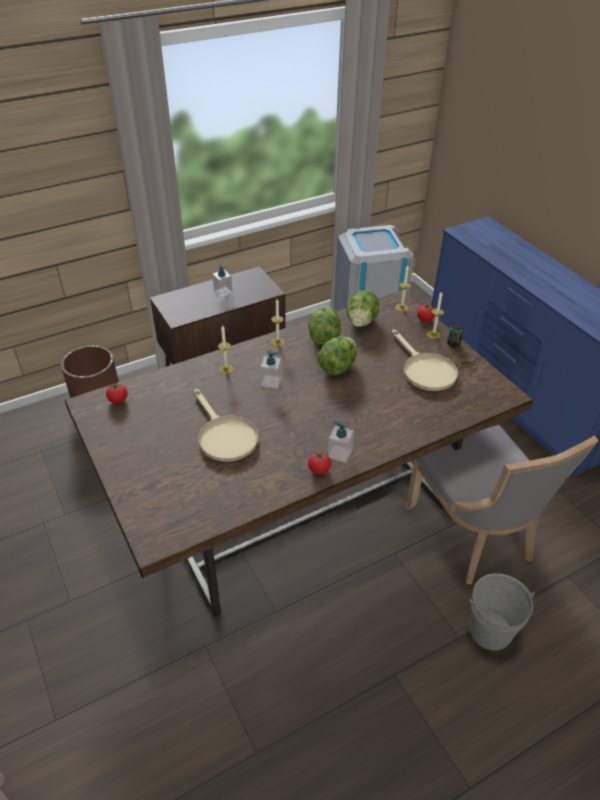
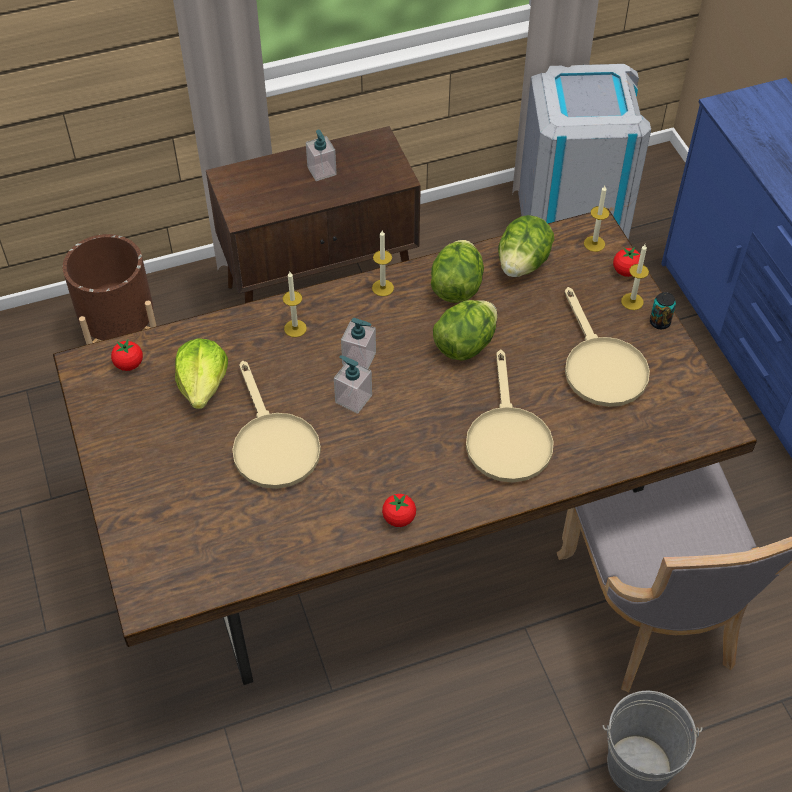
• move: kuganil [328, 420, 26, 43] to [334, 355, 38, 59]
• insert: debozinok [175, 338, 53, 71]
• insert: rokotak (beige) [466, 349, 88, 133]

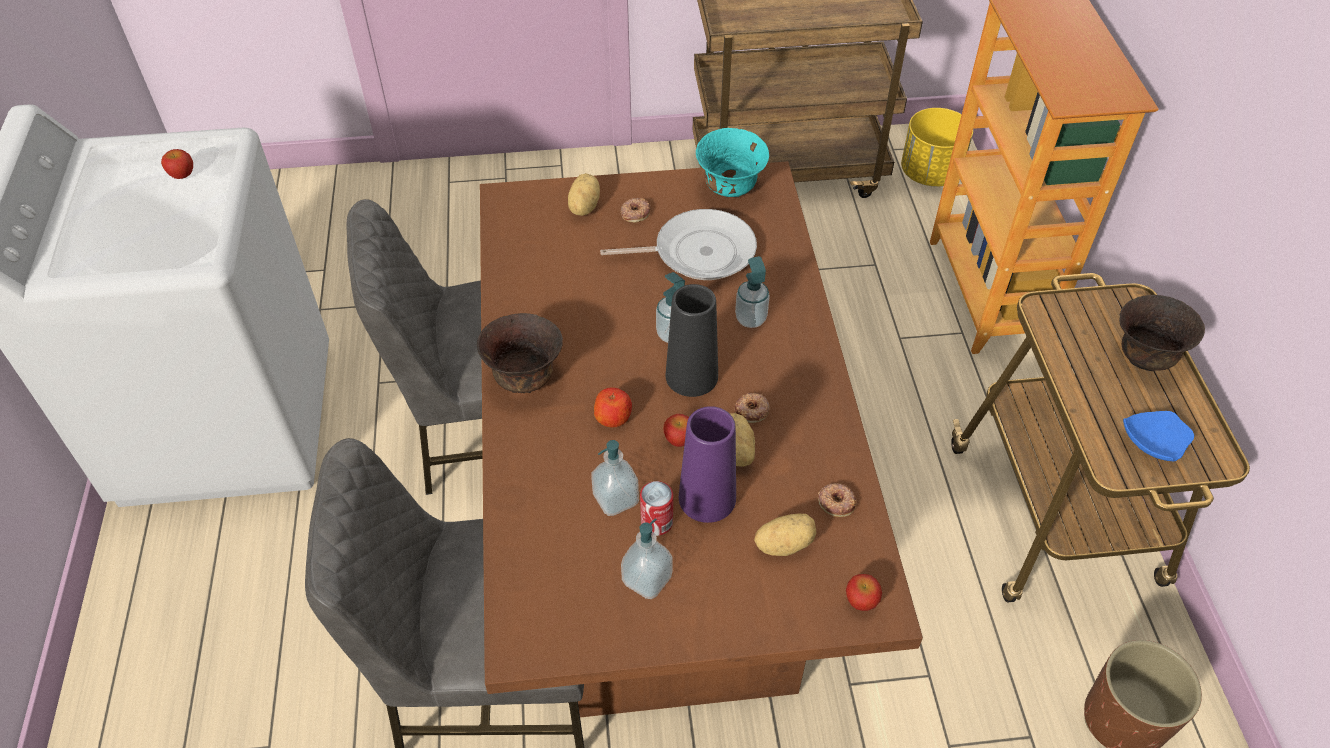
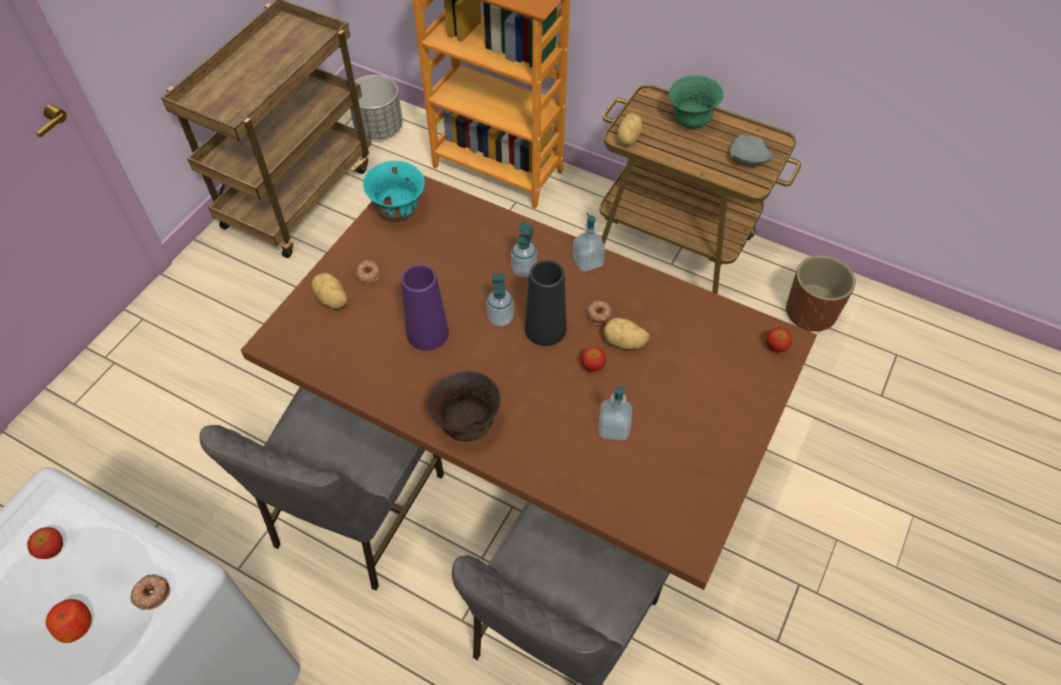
• recolor: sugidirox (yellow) [901, 108, 72, 79] to sugidirox (grey) [350, 75, 53, 64]
• delete: rokotak [600, 209, 157, 71]
• recolor: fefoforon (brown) [1119, 295, 86, 76] to fefoforon (green) [669, 75, 55, 54]
• move: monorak [594, 387, 38, 40] to [46, 599, 46, 44]
• move: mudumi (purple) [679, 406, 57, 117] to [401, 264, 48, 87]
• recolor: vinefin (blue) [1123, 411, 71, 50] to vinefin (grey) [730, 135, 44, 30]
• delete: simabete [640, 481, 33, 55]
• move: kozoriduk [818, 483, 39, 34] to [130, 574, 40, 36]
• move: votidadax [754, 514, 62, 42] to [617, 113, 25, 32]
• move: kuganil [621, 518, 52, 81] to [573, 213, 32, 59]

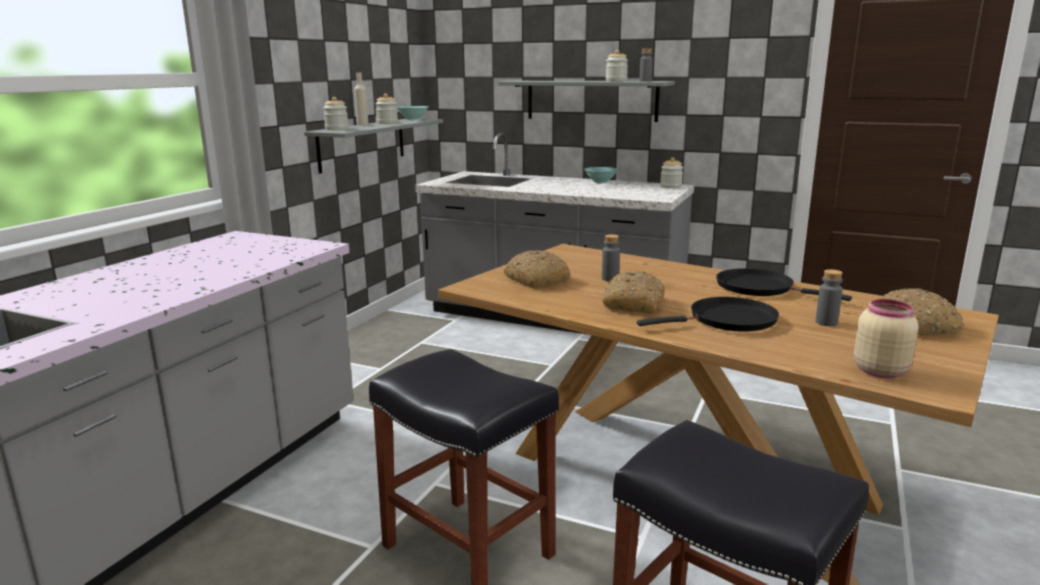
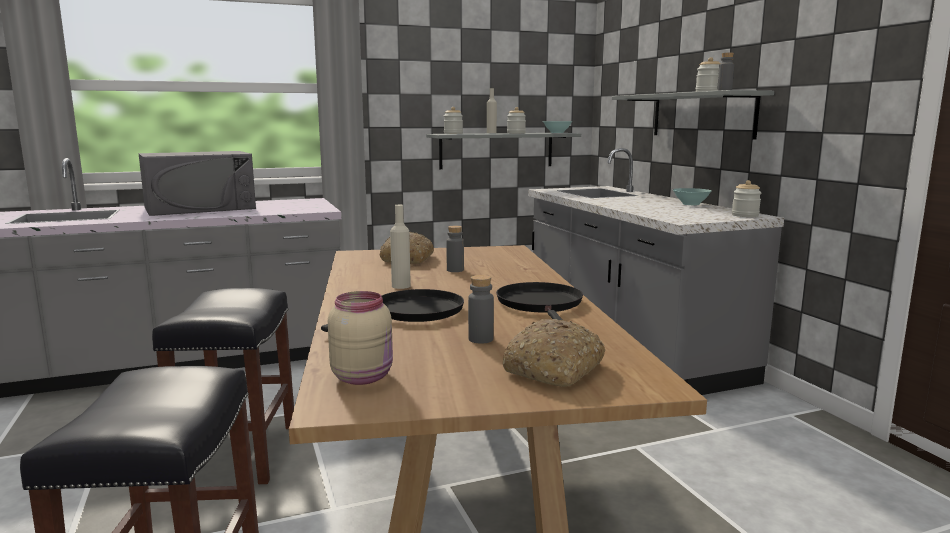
• replace: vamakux [603, 271, 62, 42] to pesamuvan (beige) [390, 205, 21, 84]
• rotate: rokotak (black) [637, 297, 142, 35] = [321, 289, 143, 43] 75 degrees counterclockwise
• insert: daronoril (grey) [139, 151, 117, 65]

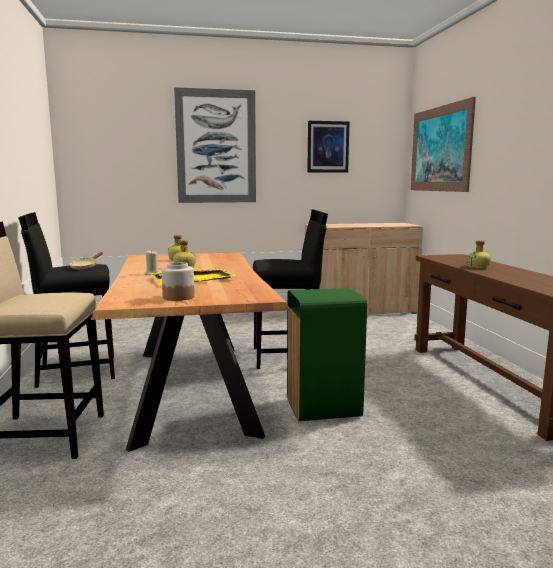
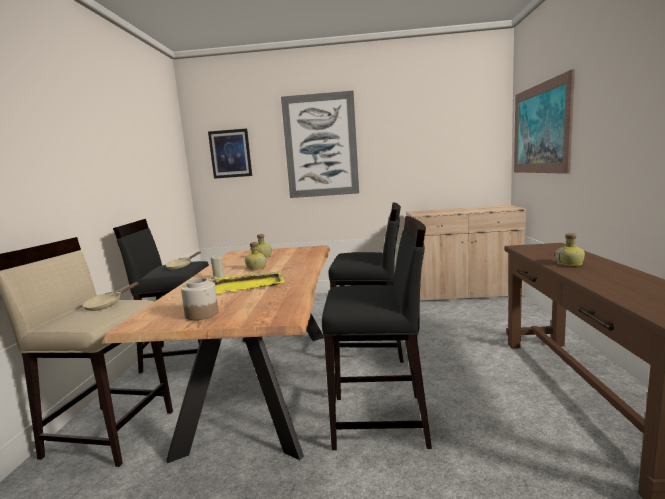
• move: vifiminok [307, 121, 43, 52] to [208, 128, 44, 51]
• replace: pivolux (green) [287, 288, 80, 133] to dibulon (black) [322, 216, 110, 234]
• insert: rokotak (beige) [82, 282, 57, 29]

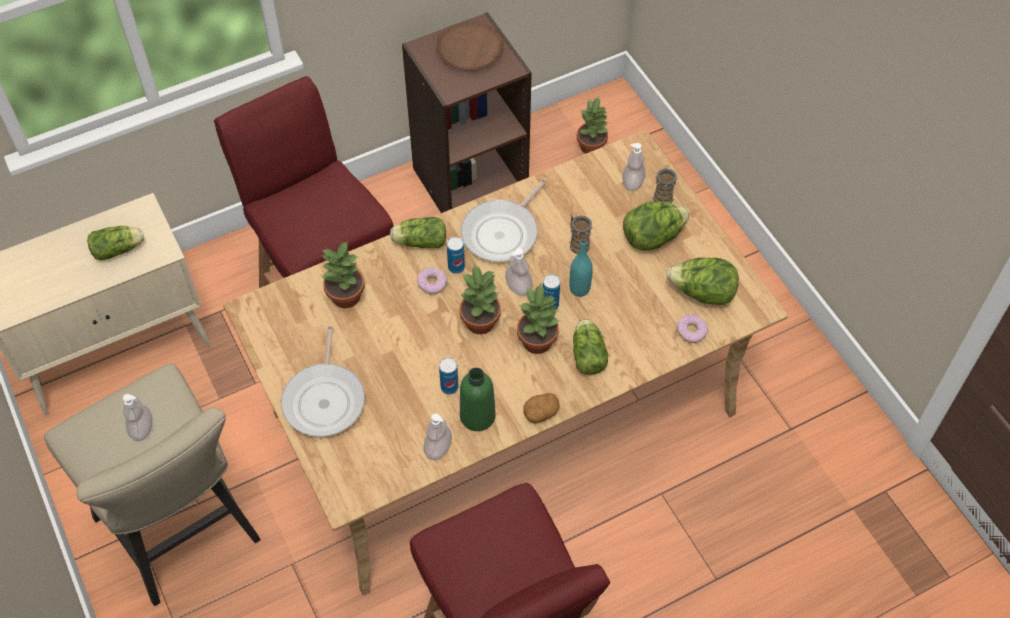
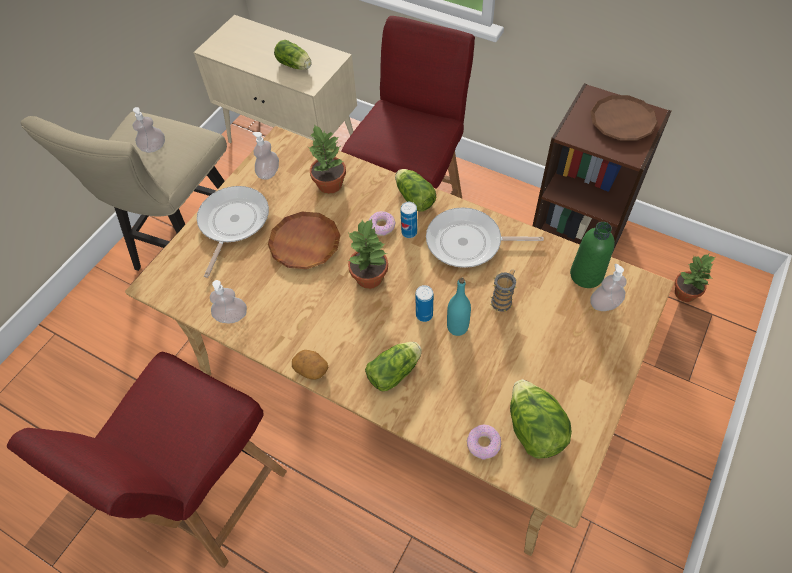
• delete: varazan [651, 165, 27, 38]
• delete: debozinok [623, 201, 67, 50]
• move: kuganil [505, 248, 28, 48] to [252, 132, 27, 48]
• delete: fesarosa [517, 284, 42, 70]
• rotate: rokotak [281, 325, 84, 112] = [197, 186, 72, 92] 135 degrees clockwise
• delete: simabete [439, 358, 19, 36]
• move: pesamuvan (green) [460, 367, 36, 64] to [570, 222, 45, 66]
• insert: vinefin (brown) [268, 212, 72, 57]

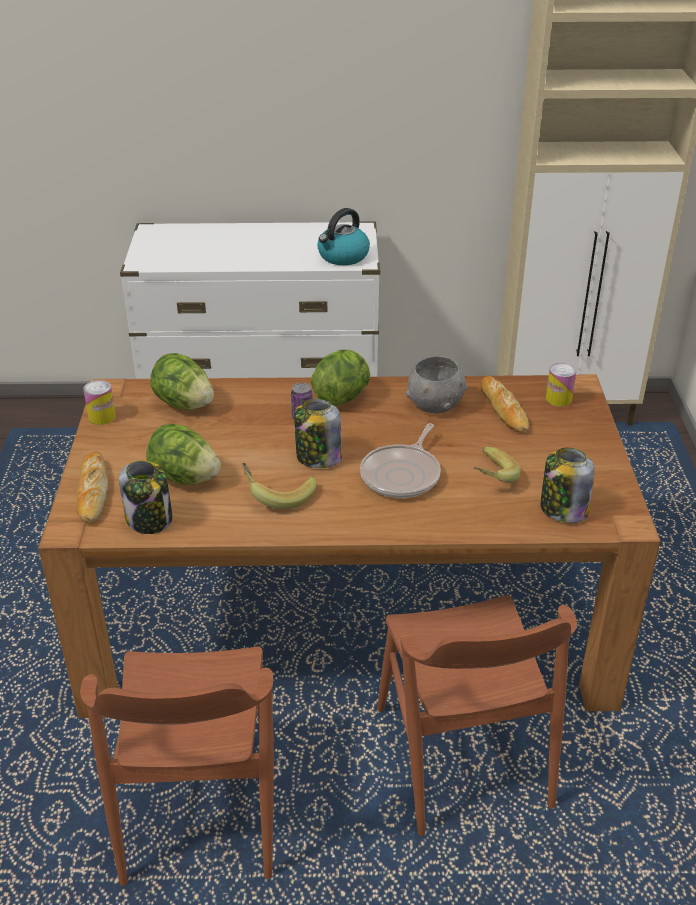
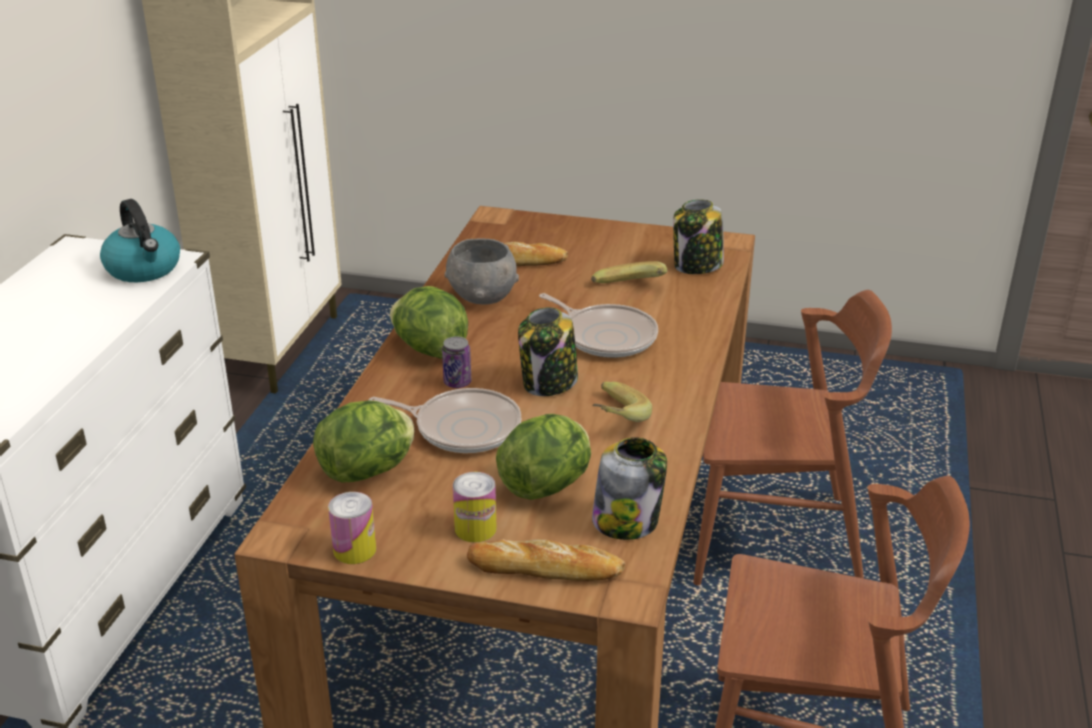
• move: simabete [546, 363, 30, 44] to [453, 472, 44, 71]
• insert: rokotak [369, 388, 152, 65]

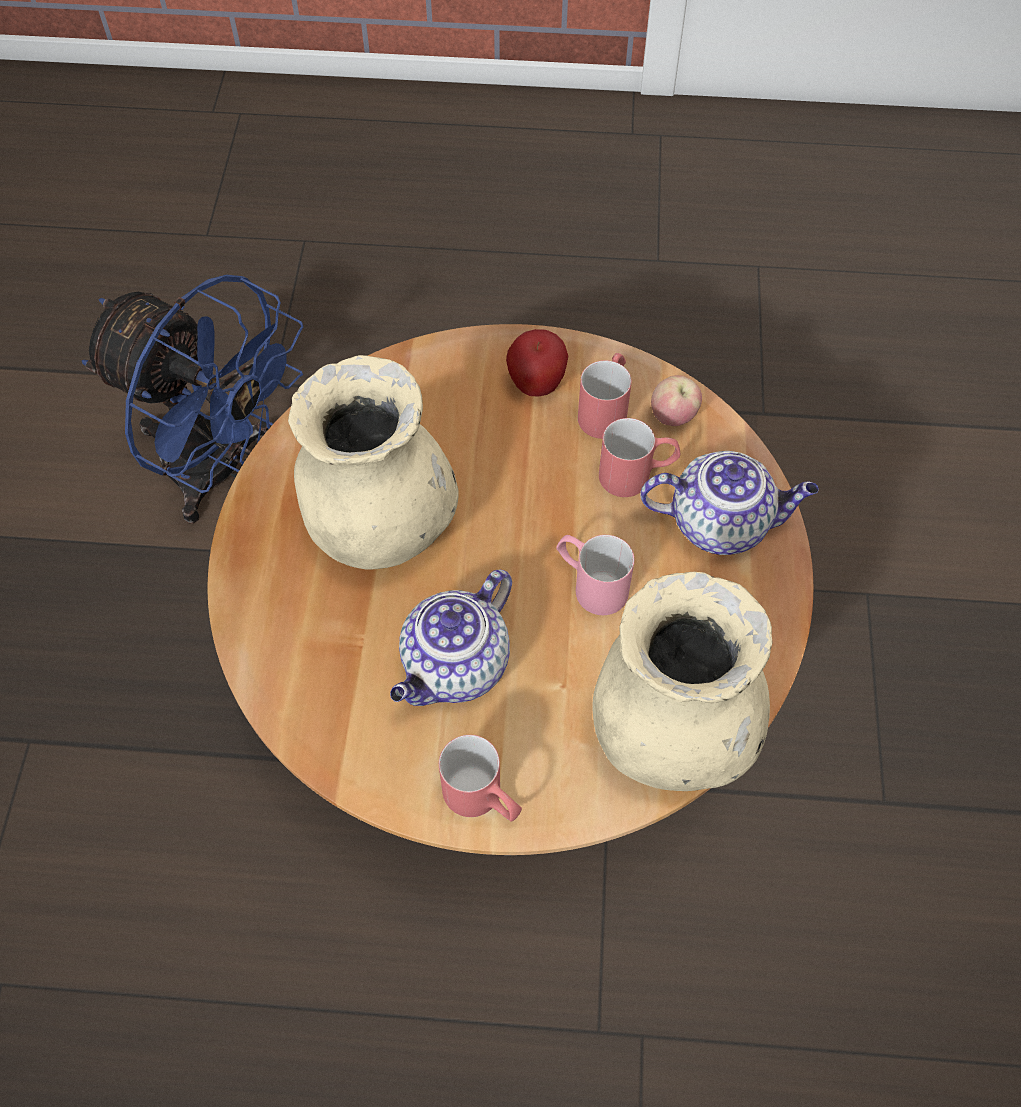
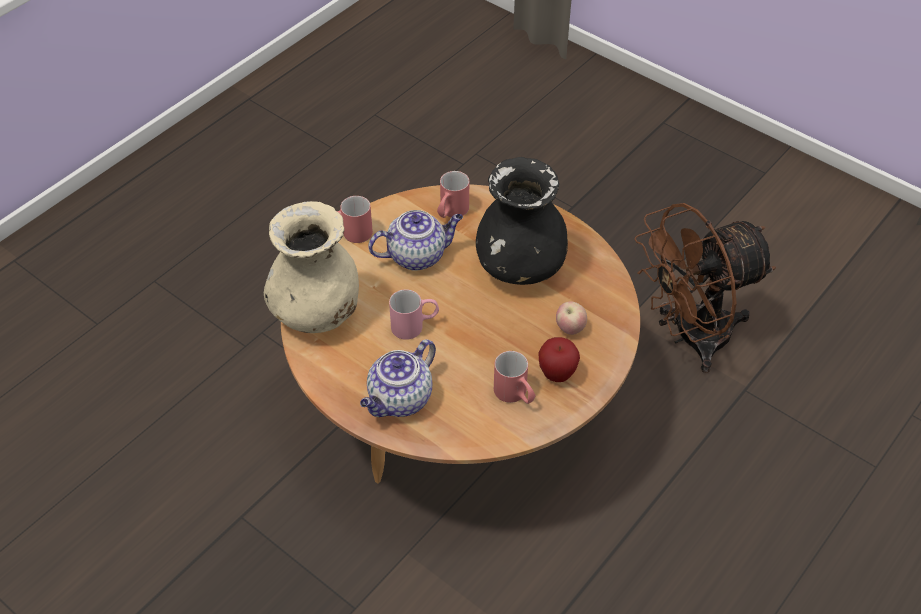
• recolor: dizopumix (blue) [82, 275, 221, 249] to dizopumix (brown) [635, 203, 141, 170]
• recolor: mudumi (beige) [288, 355, 171, 215] to mudumi (black) [476, 157, 92, 128]
• move: monorak [651, 375, 51, 51] to [556, 301, 31, 34]
• move: varazan (red) [599, 418, 81, 79] to [437, 171, 32, 47]
• rotate: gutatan [390, 570, 122, 136] = [368, 210, 95, 61] 90 degrees clockwise

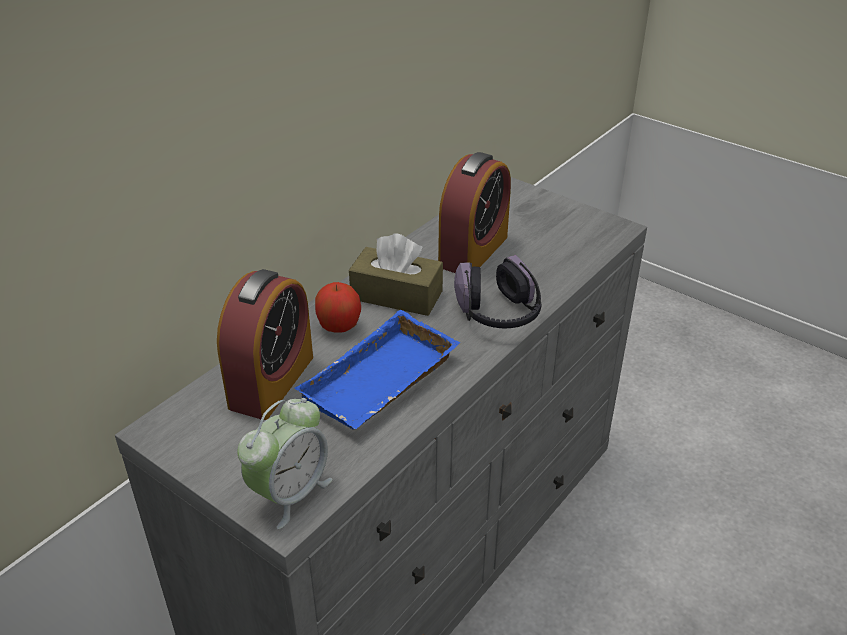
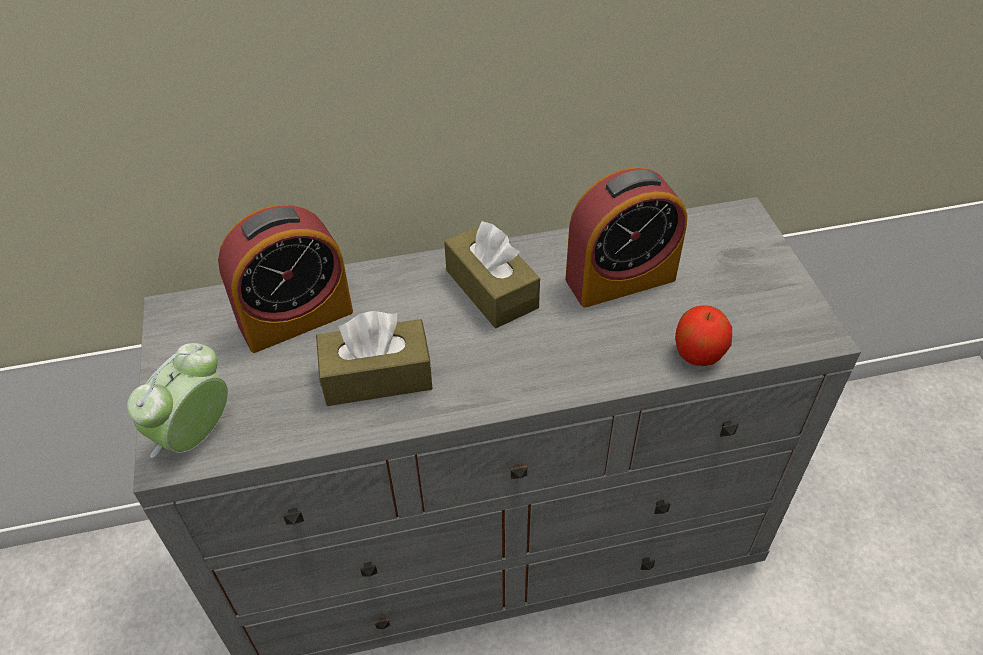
• delete: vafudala [454, 255, 88, 73]
• move: monorak [315, 282, 46, 51] to [675, 305, 57, 61]
• replace: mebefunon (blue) [294, 310, 166, 120] to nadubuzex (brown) [316, 311, 117, 95]
• rotate: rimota [237, 398, 95, 132] = [127, 343, 101, 115] 135 degrees clockwise

